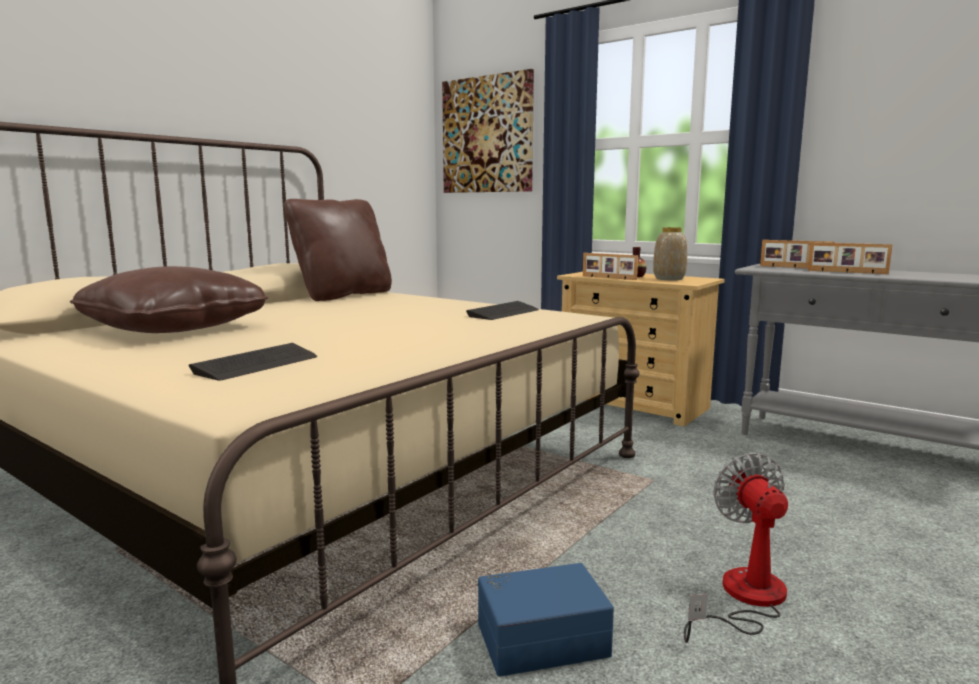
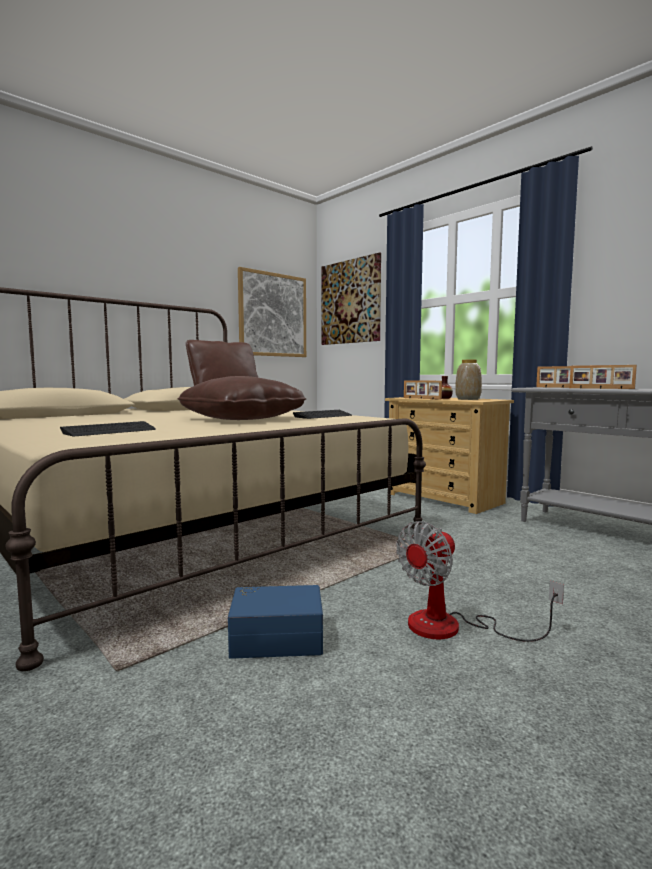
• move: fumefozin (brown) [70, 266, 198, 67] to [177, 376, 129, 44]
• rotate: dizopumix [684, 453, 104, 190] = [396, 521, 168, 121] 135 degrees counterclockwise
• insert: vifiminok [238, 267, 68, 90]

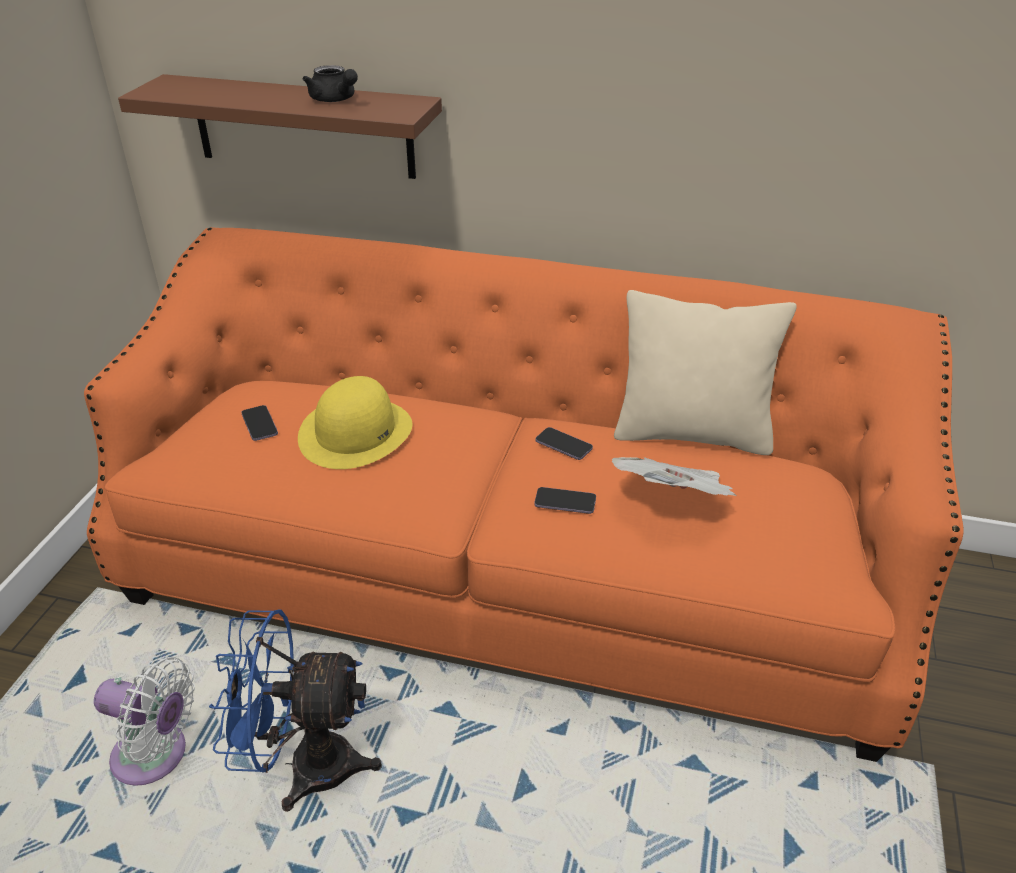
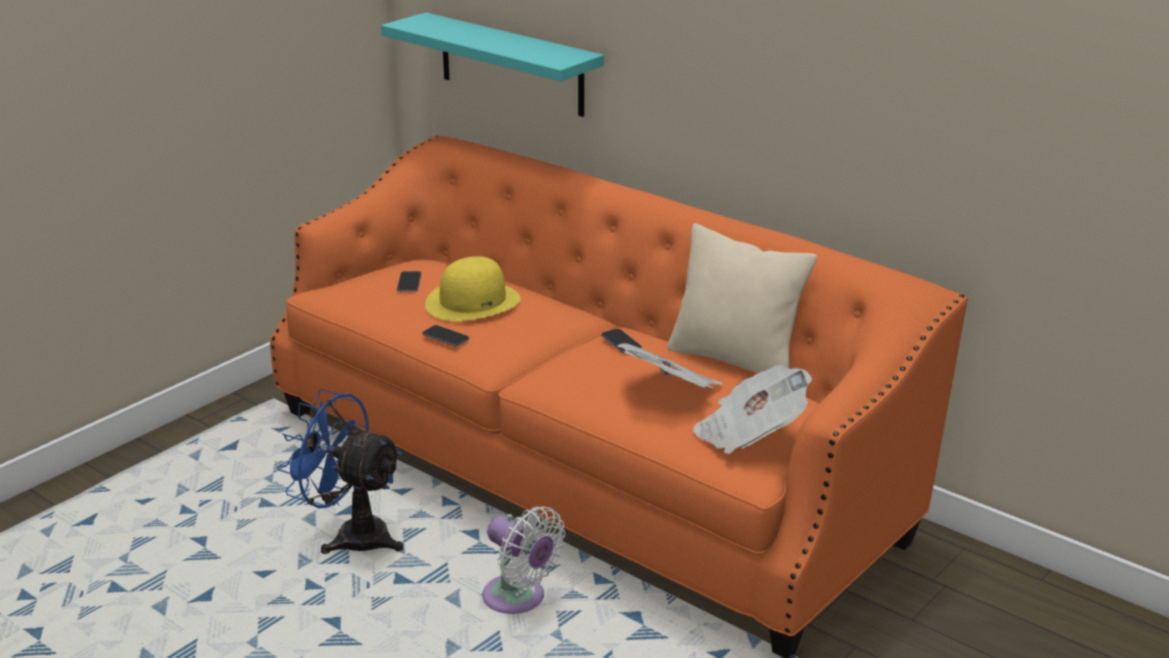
• delete: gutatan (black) [303, 65, 55, 37]
• recolor: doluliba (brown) [118, 74, 324, 105] to doluliba (turquoise) [381, 12, 223, 105]
• move: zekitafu [534, 487, 62, 27] to [422, 325, 47, 21]
• move: dizopumix (white) [94, 657, 101, 129] to [482, 506, 84, 108]
• insert: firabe [693, 365, 119, 89]

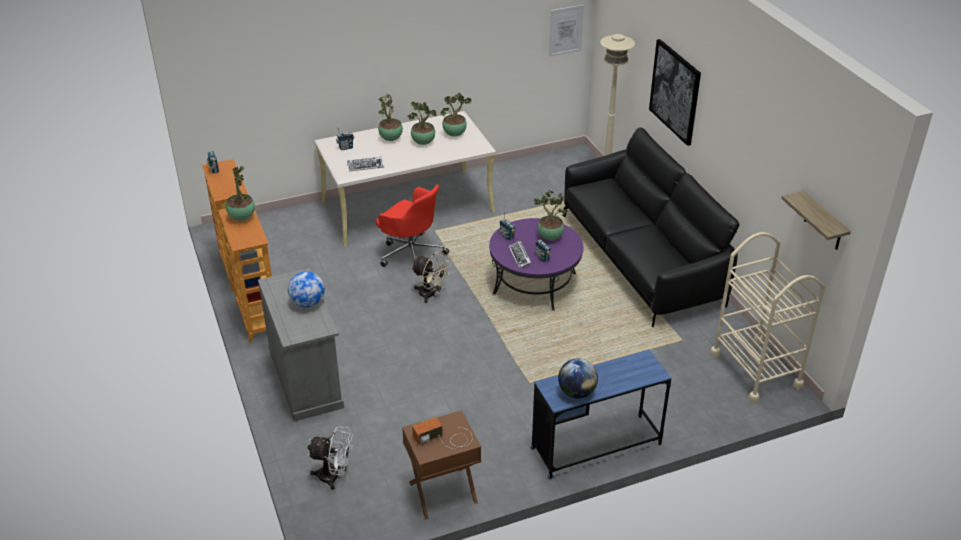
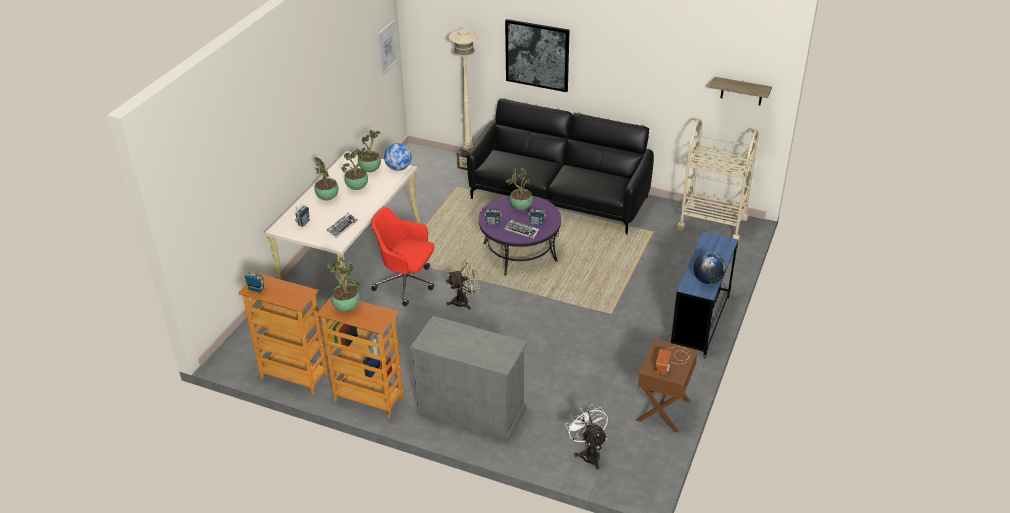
• rotate: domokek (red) [376, 184, 73, 92] = [371, 208, 63, 98] 150 degrees counterclockwise
• move: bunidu [288, 271, 37, 37] to [384, 143, 28, 28]
• rotate: dizopumix (white) [307, 426, 46, 64] = [565, 404, 43, 66] 75 degrees counterclockwise

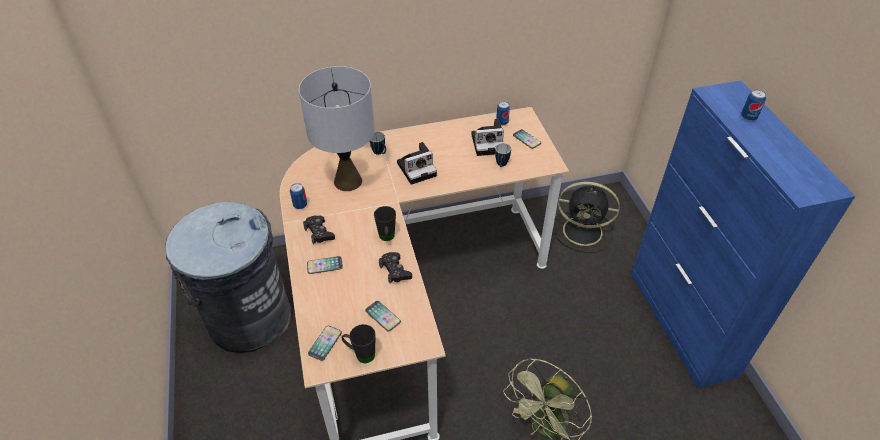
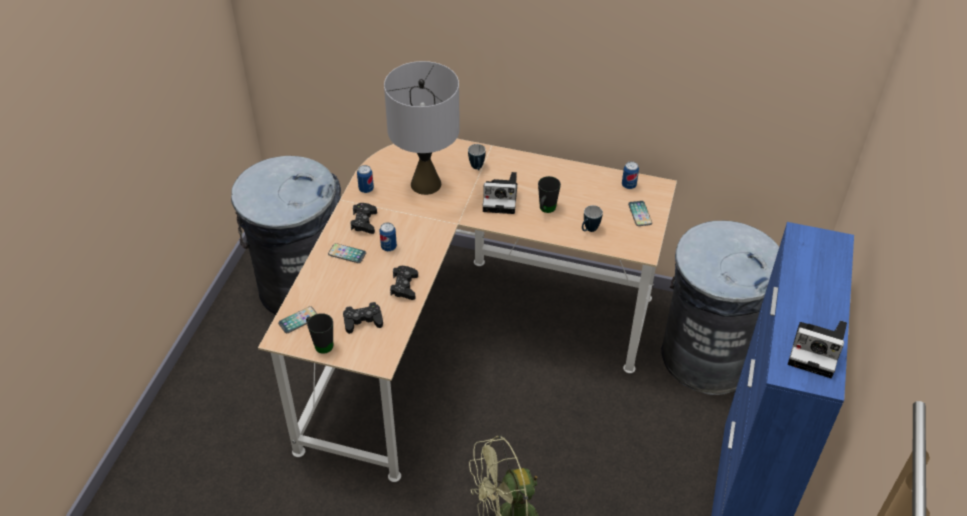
• move: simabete [741, 89, 25, 32] to [380, 222, 17, 29]
• move: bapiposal [471, 119, 33, 37] to [788, 320, 59, 58]
• replace: dizopumix (black) [554, 182, 66, 71] to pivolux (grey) [661, 221, 118, 174]
• move: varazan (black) [374, 206, 22, 35] to [538, 176, 23, 37]
• replace: zekitafu [365, 301, 36, 30] to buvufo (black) [343, 302, 40, 32]

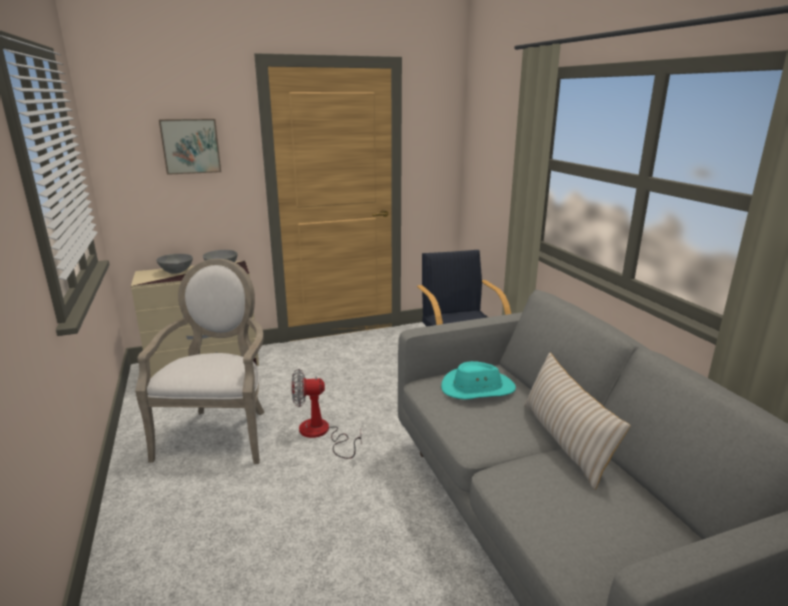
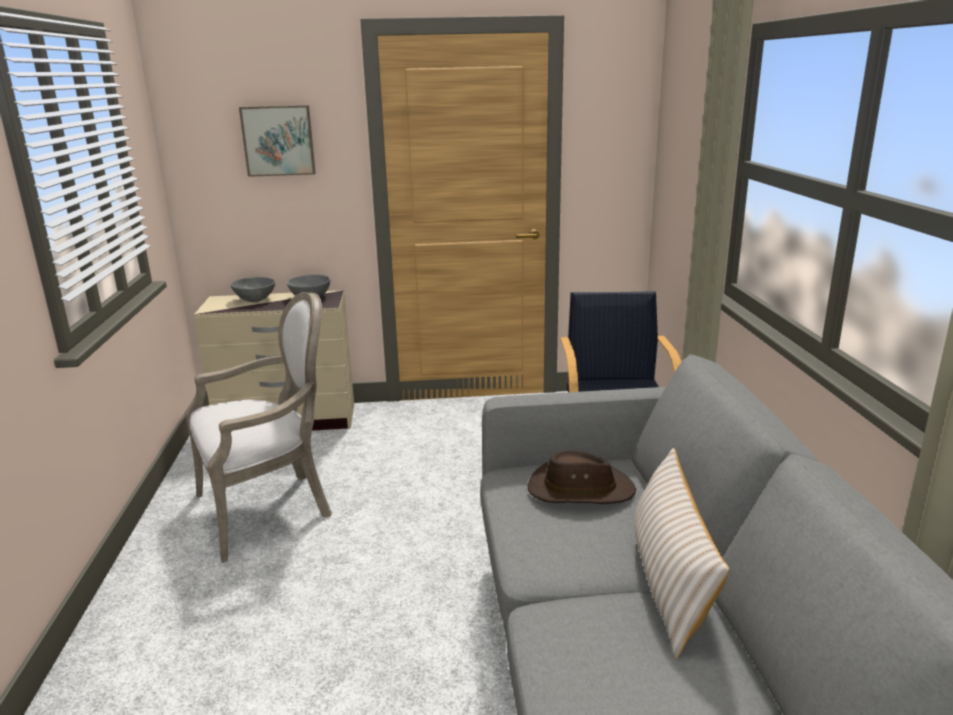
• rotate: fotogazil [135, 259, 130, 205] = [185, 292, 147, 271] 45 degrees clockwise
• recolor: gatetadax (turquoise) [441, 361, 75, 39] to gatetadax (brown) [527, 450, 109, 54]
• delete: dizopumix [291, 369, 70, 90]

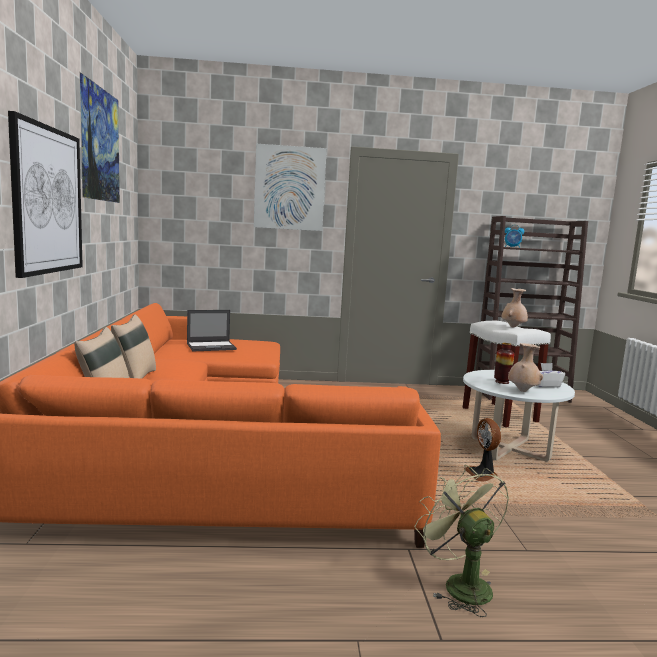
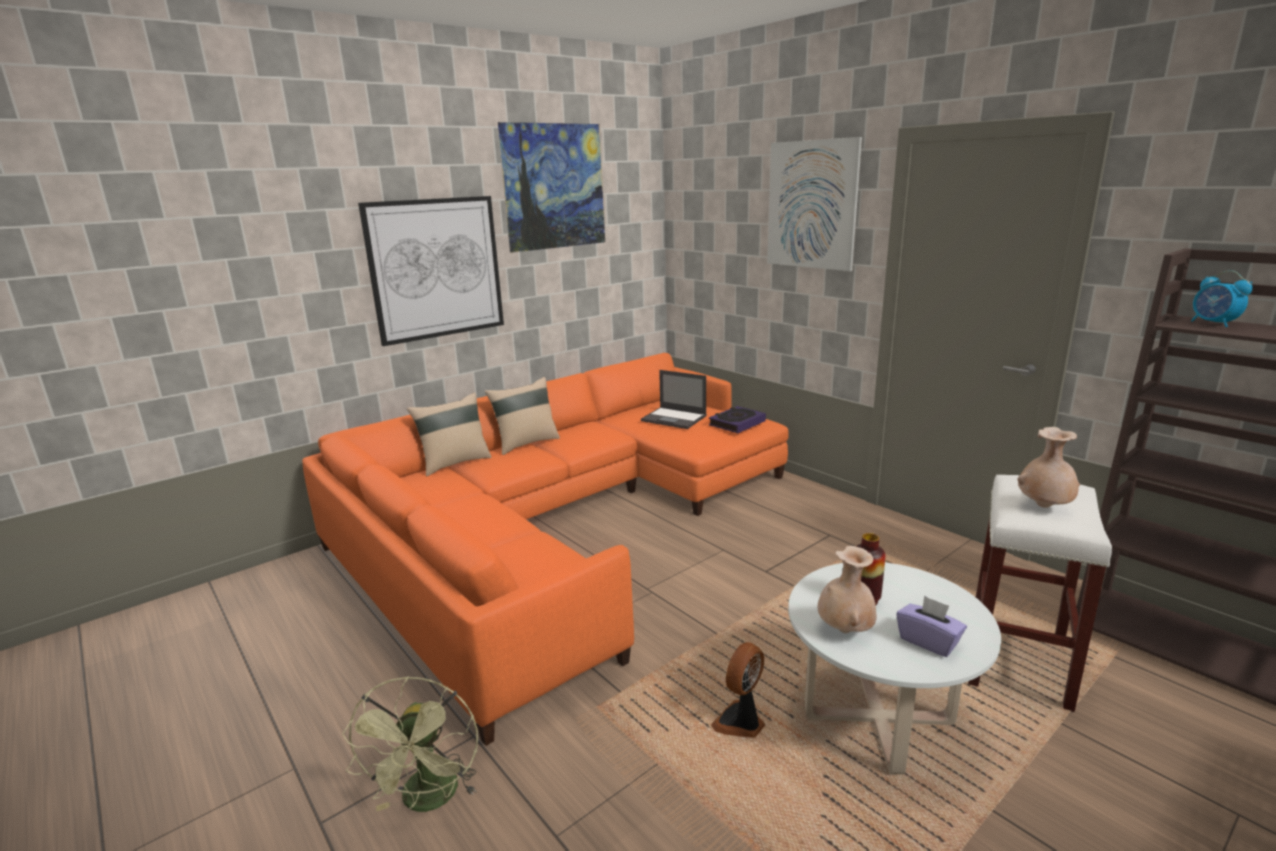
• recolor: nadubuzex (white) [537, 363, 28, 25] to nadubuzex (purple) [896, 596, 71, 61]
• rotate: dizopumix (green) [414, 465, 95, 152] = [342, 676, 136, 136] 150 degrees clockwise
• insert: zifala [709, 406, 57, 27]

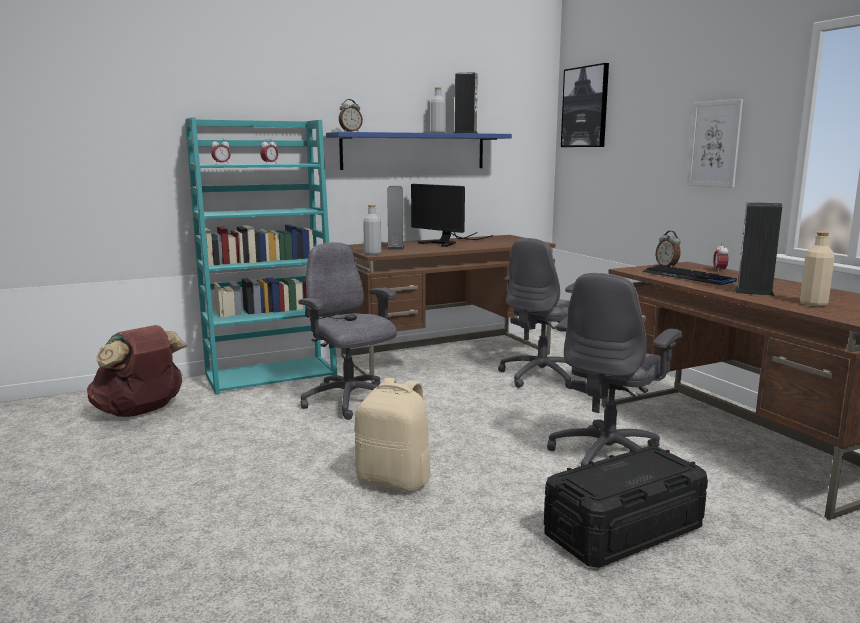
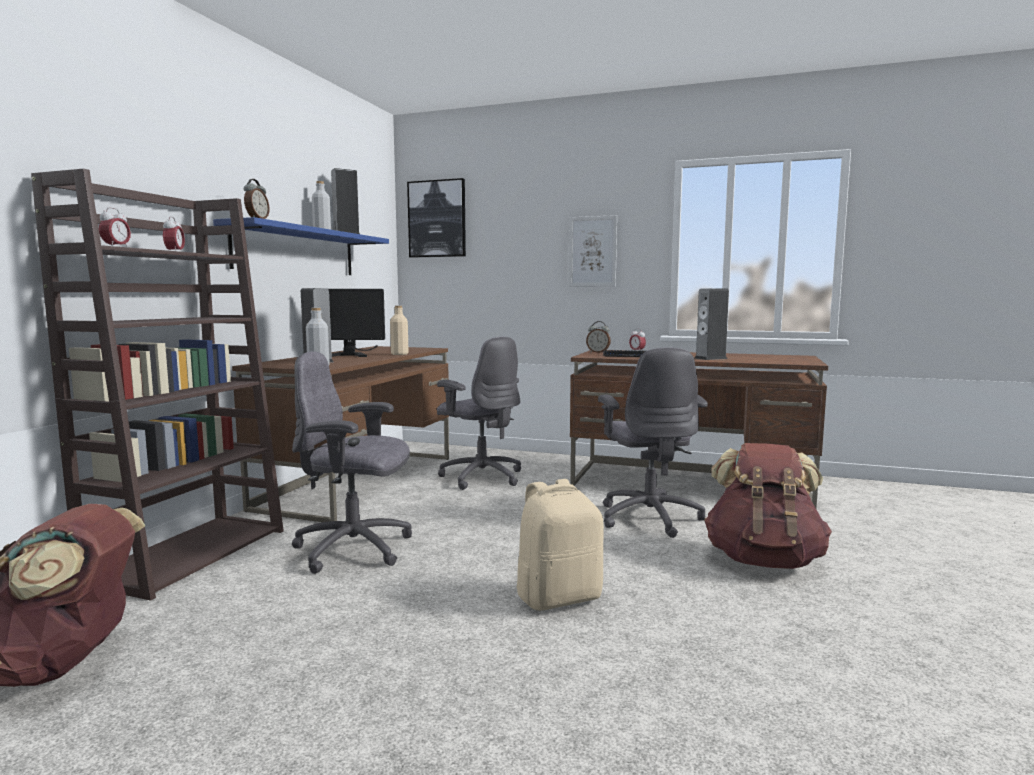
• recolor: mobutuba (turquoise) [185, 117, 152, 278] to mobutuba (brown) [31, 169, 253, 432]
• move: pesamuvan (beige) [800, 232, 35, 74] to [390, 306, 19, 49]
• rotate: domokek (grey) [498, 238, 77, 151] = [437, 337, 84, 153] 45 degrees counterclockwise
• replace: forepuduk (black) [544, 446, 164, 122] to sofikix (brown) [704, 443, 128, 126]

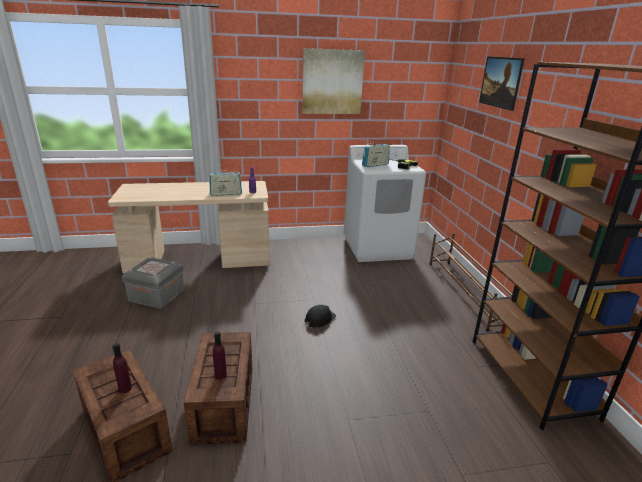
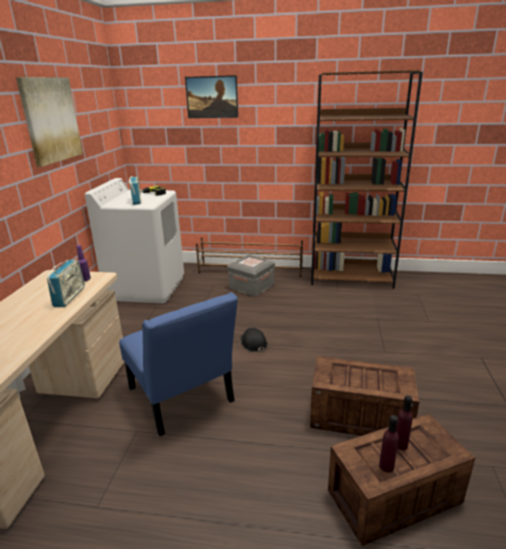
• move: forepuduk (grey) [122, 257, 62, 52] to [227, 254, 48, 43]
• move: pesamuvan (purple) [213, 331, 14, 49] to [379, 415, 20, 58]
• insert: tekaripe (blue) [119, 292, 119, 144]

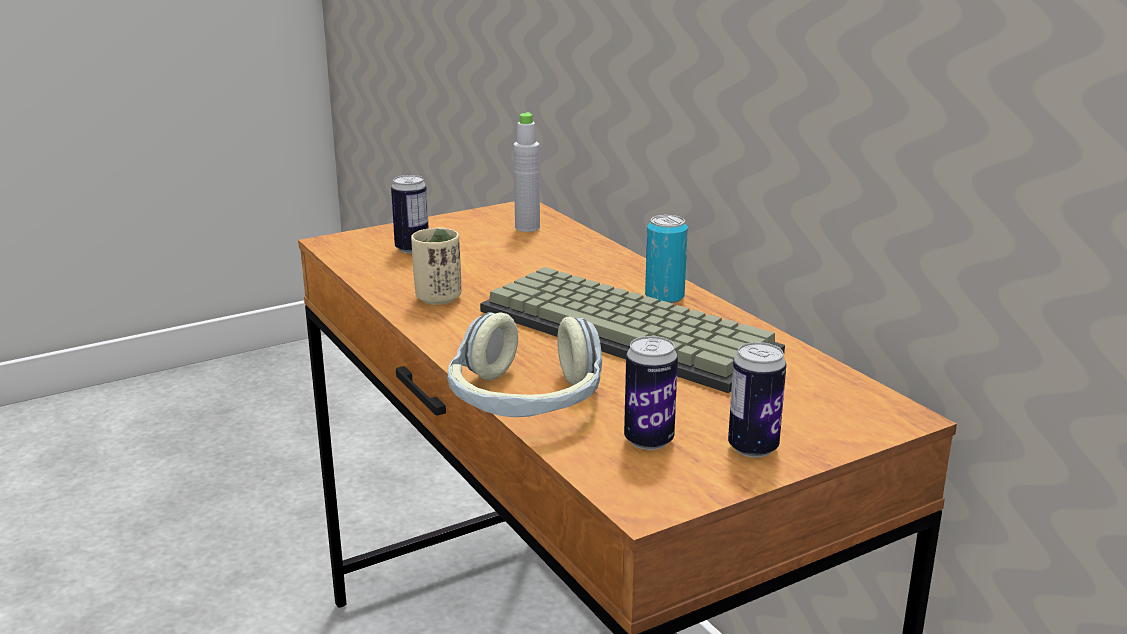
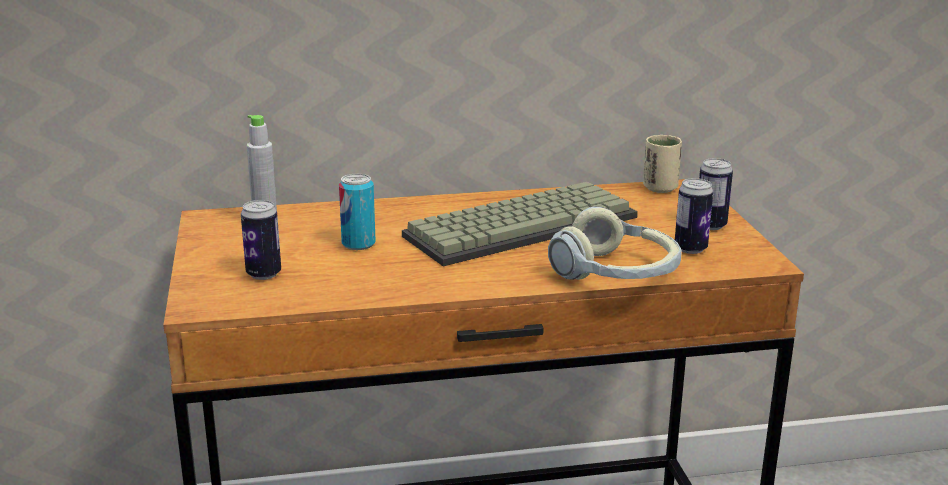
• move: simabete [645, 215, 43, 88] to [339, 174, 37, 76]
• move: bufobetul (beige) [411, 227, 51, 78] to [643, 135, 39, 58]

